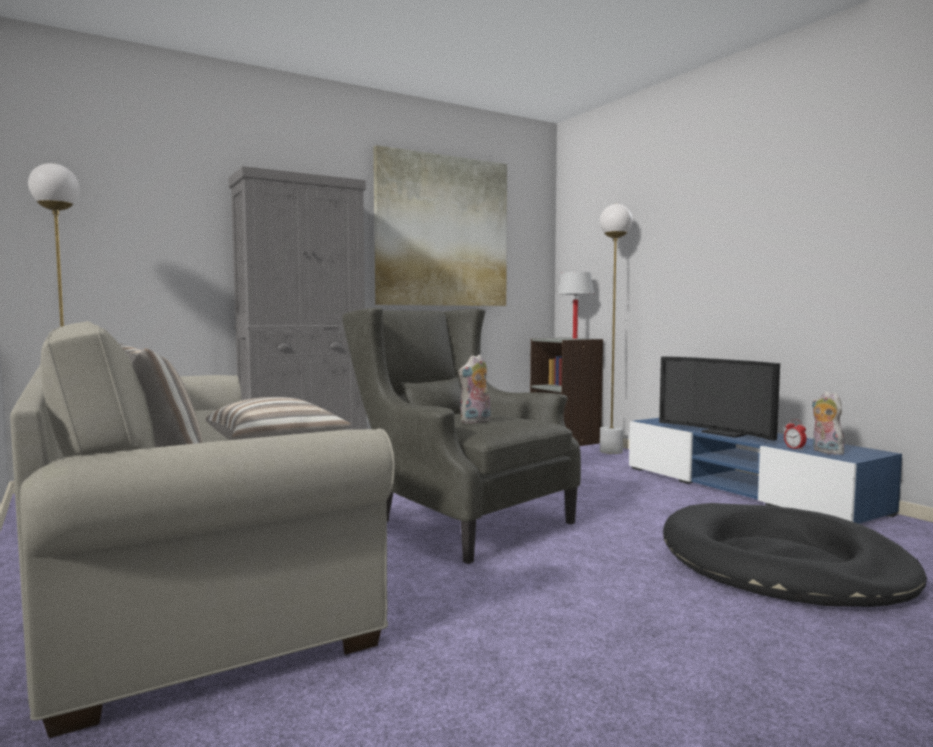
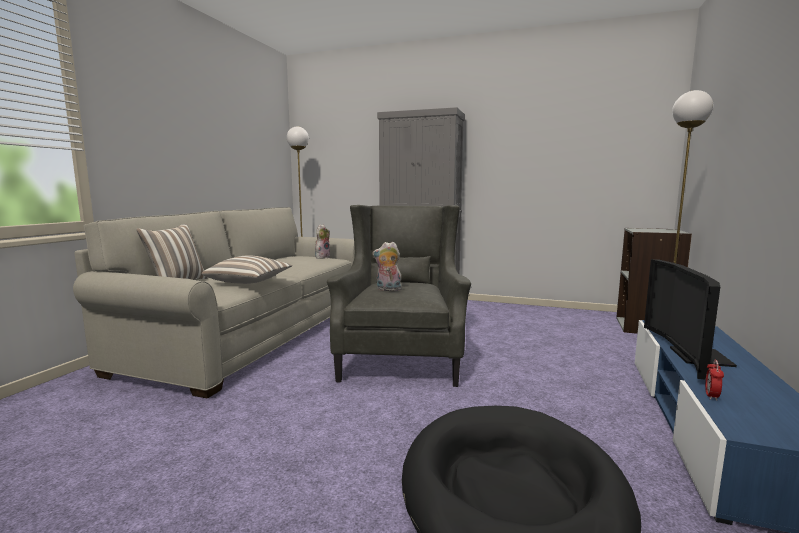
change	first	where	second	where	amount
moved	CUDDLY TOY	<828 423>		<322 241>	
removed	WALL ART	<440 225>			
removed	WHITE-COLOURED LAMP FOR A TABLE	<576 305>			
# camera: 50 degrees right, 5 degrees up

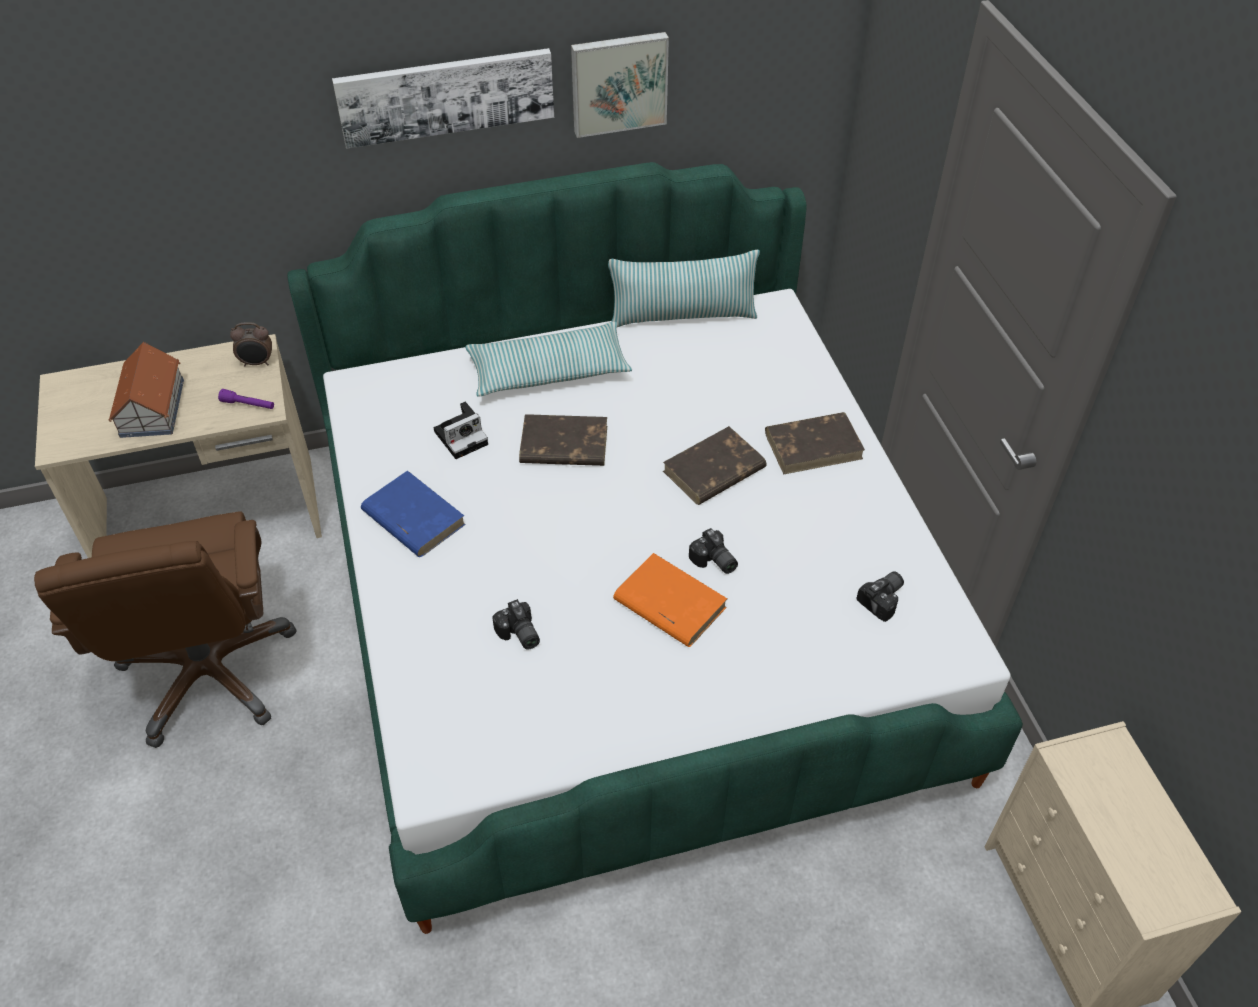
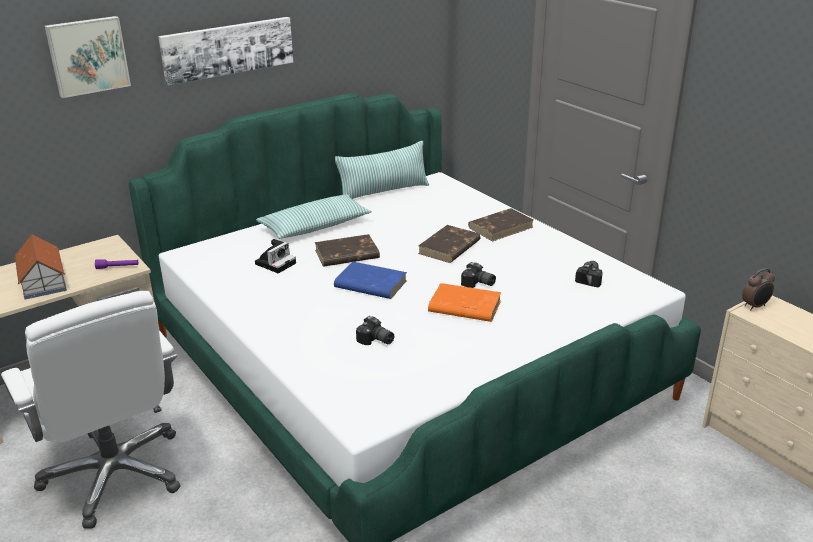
change	first	where	second	where	amount
recoloured	BROWN-COLOURED OFFICE CHAIR	<165 629>	WHITE-COLOURED OFFICE CHAIR	<91 410>	
moved	WALL ART	<620 85>		<87 57>	
moved	BLUE BOUND BOOK	<413 513>		<370 280>	
moved	ALARM CLOCK	<251 344>		<758 289>	
# camera: 20 degrees left, 20 degrees down

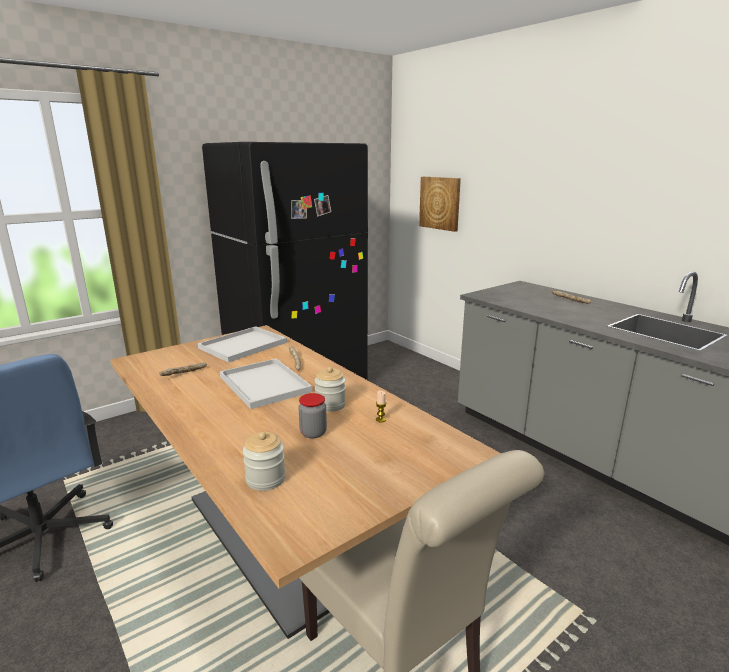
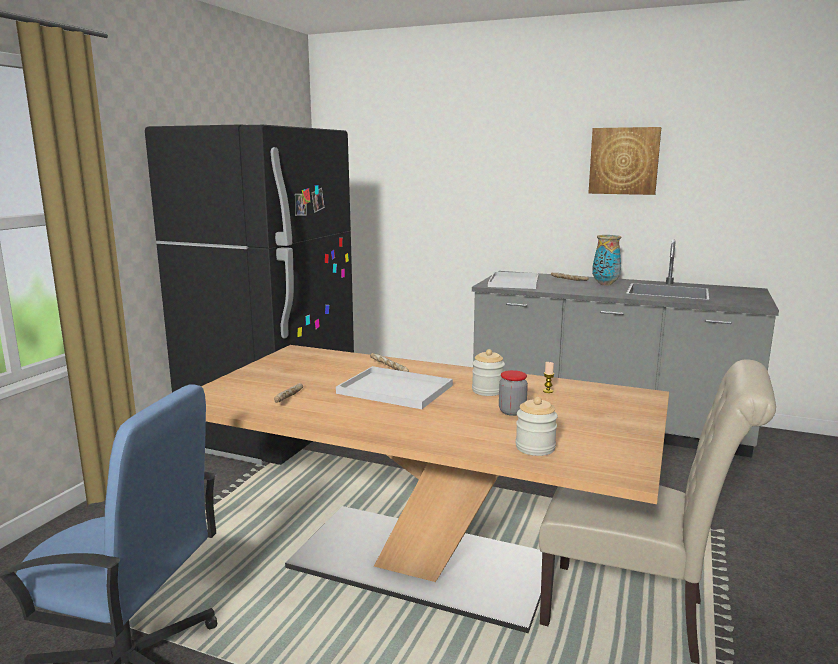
change	first	where	second	where	amount
moved	WHITE-COLOURED SERVING TRAY	<242 344>		<513 280>	
moved	WALL ART	<440 204>		<624 161>	
added			VASE	<606 260>	
# camera: 30 degrees left, 5 degrees down

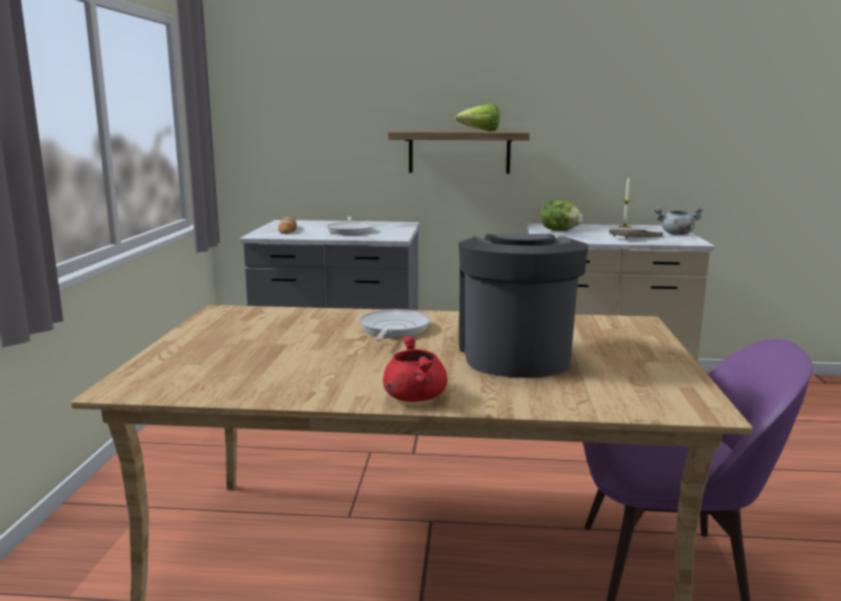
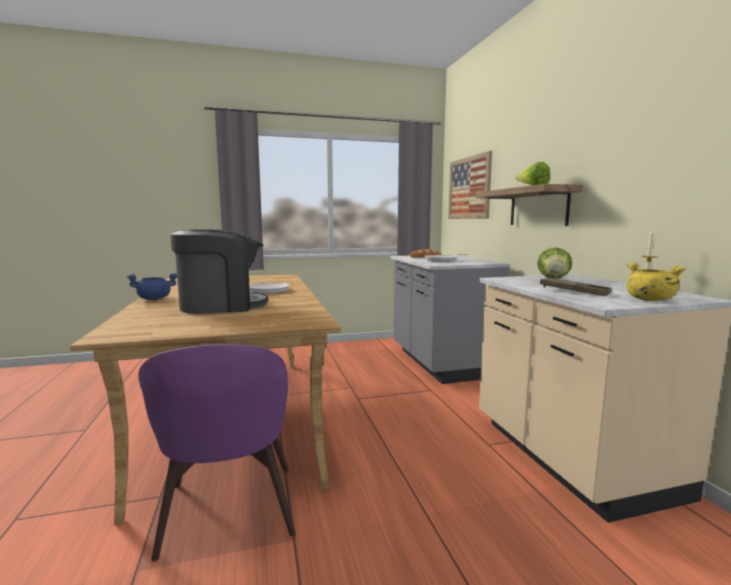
change	first	where	second	where	amount
recoloured	RED STOCKPOT	<415 369>	BLUE STOCKPOT	<152 286>	
added			WALL ART	<470 185>	
recoloured	GRAY STOCKPOT	<679 221>	YELLOWISH STOCKPOT	<656 281>	
# camera: 70 degrees right, 5 degrees down

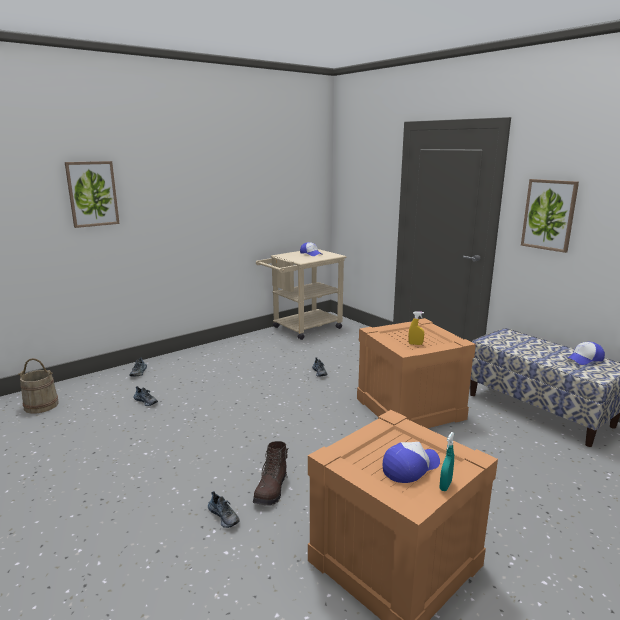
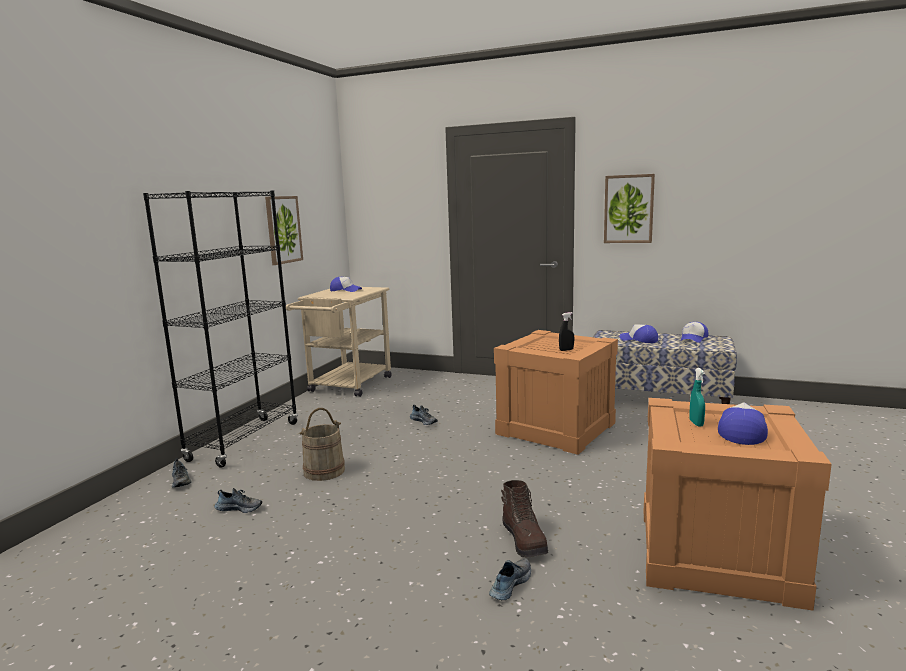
change	first	where	second	where	amount
added			BLACKISH BOOKSHELF	<220 329>	
moved	WALL ART	<92 194>		<284 230>	
moved	SAND-COLOURED BUCKET	<38 386>		<322 444>	
turned	SHOE	<224 509>		<510 579>	75 degrees counterclockwise
recoloured	YELLOWISH HAND SPRAYER	<416 328>	BLACKISH HAND SPRAYER	<566 331>	
added			PEAKED CAP	<639 333>	
moved	BLUE-GREEN HAND SPRAYER	<447 461>		<697 397>	
# camera: 30 degrees left, 5 degrees down

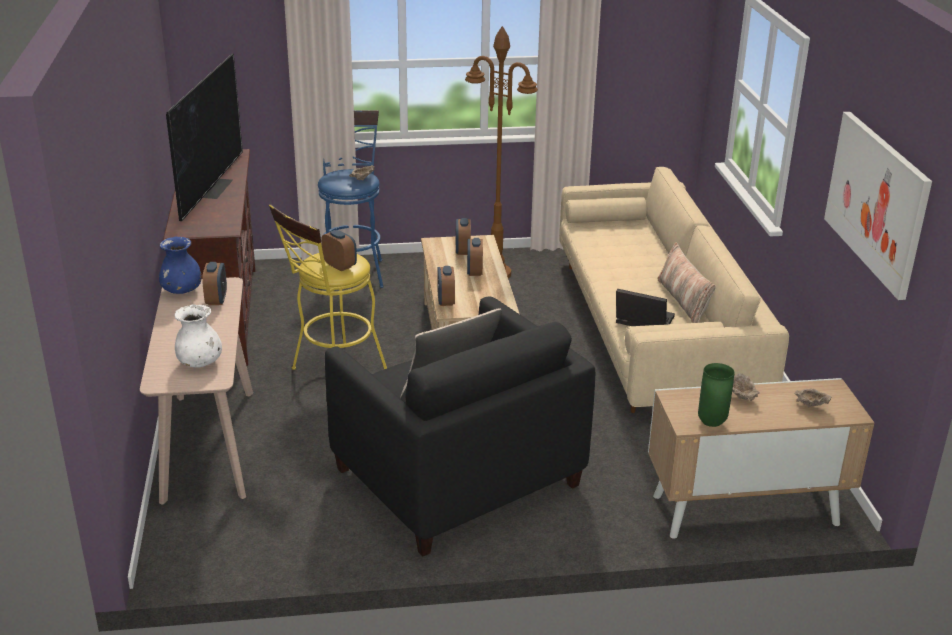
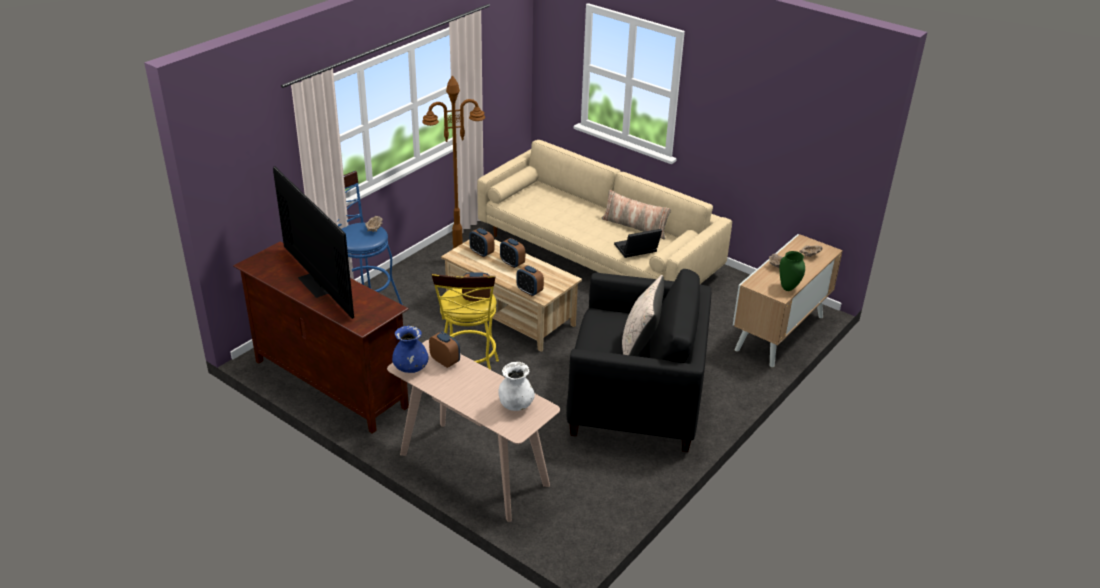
change	first	where	second	where	amount
removed	WALL ART	<878 206>			
# camera: 45 degrees left, 5 degrees up

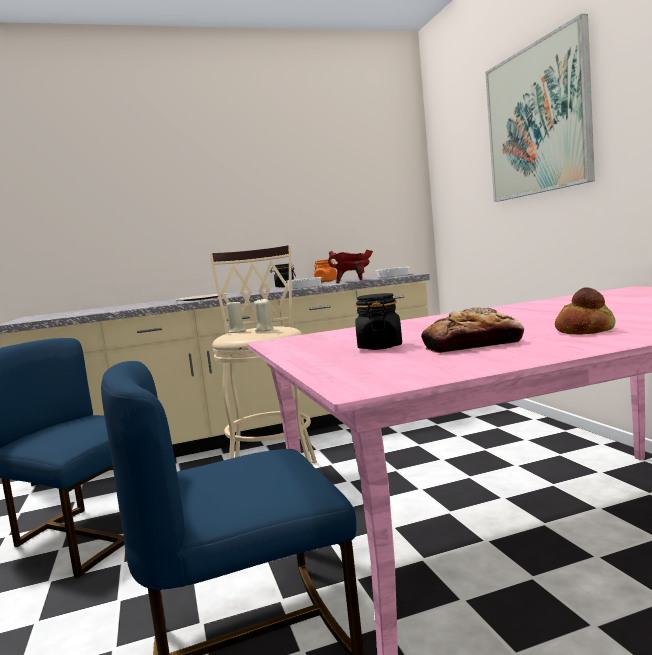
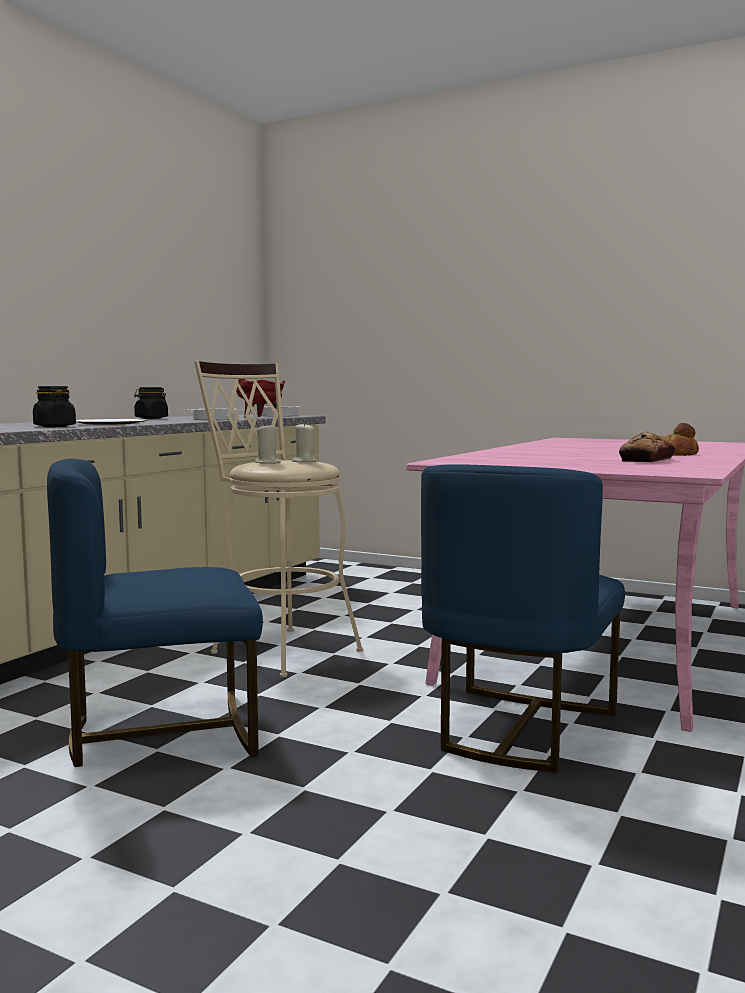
change	first	where	second	where	amount
moved	BLACKISH JAR	<378 321>		<54 406>	
removed	ORANGEY JAR	<325 270>			
removed	WALL ART	<540 108>			
# camera: 45 degrees left, 0 degrees up

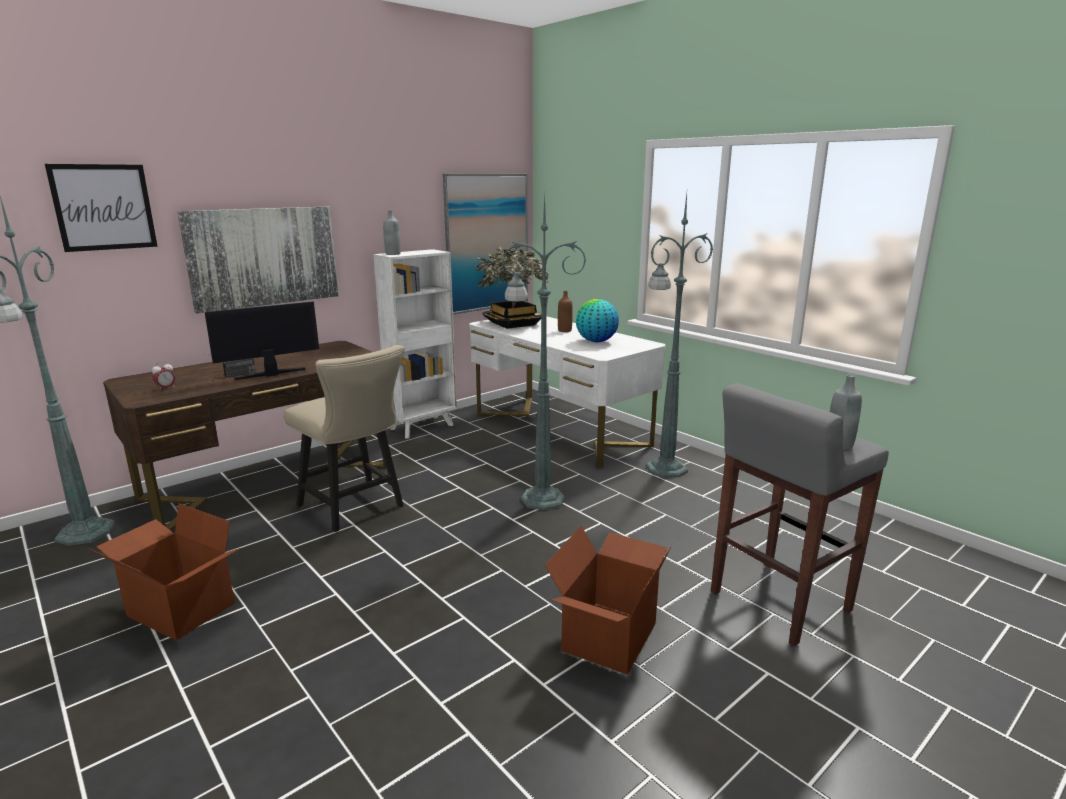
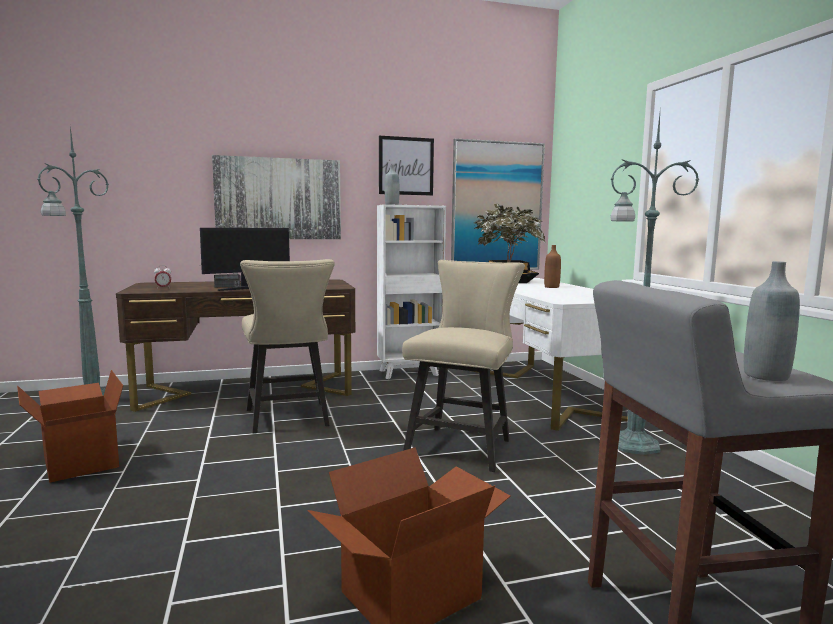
change	first	where	second	where	amount
turned	COMPUTER DISPLAY	<262 340>		<245 259>	150 degrees clockwise
moved	WALL ART	<101 208>		<406 166>	
replaced	GREENISH STANDARD LAMP	<544 352>	SAND-COLOURED CHAIR	<463 366>	
removed	DESK GLOBE	<597 320>			
# camera: 25 degrees right, 10 degrees down

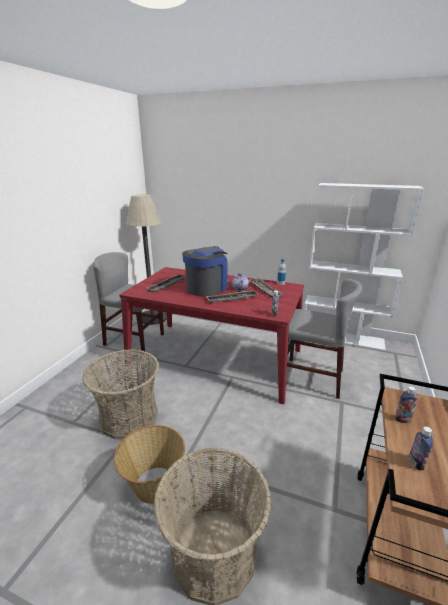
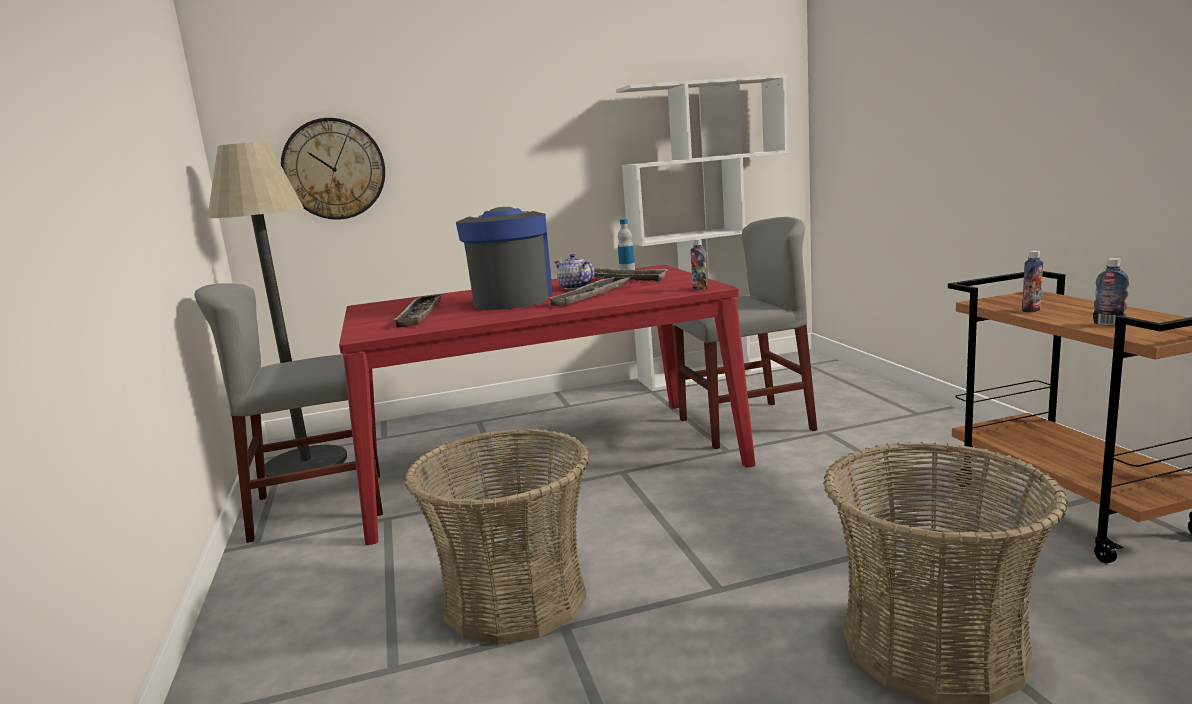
change	first	where	second	where	amount
added			HANGING CLOCK	<333 169>	
removed	HOUSEHOLD BASKET	<149 464>			
# camera: 35 degrees left, 10 degrees down

